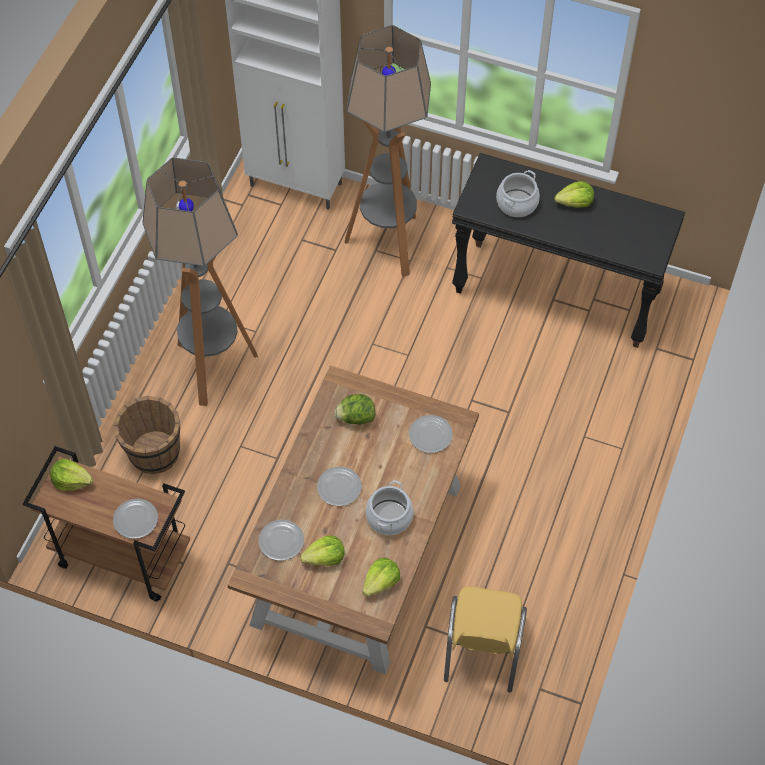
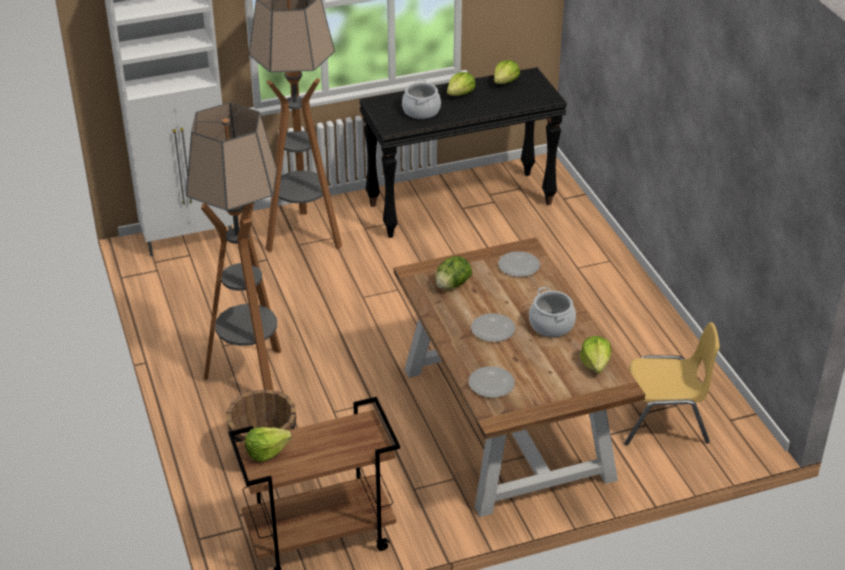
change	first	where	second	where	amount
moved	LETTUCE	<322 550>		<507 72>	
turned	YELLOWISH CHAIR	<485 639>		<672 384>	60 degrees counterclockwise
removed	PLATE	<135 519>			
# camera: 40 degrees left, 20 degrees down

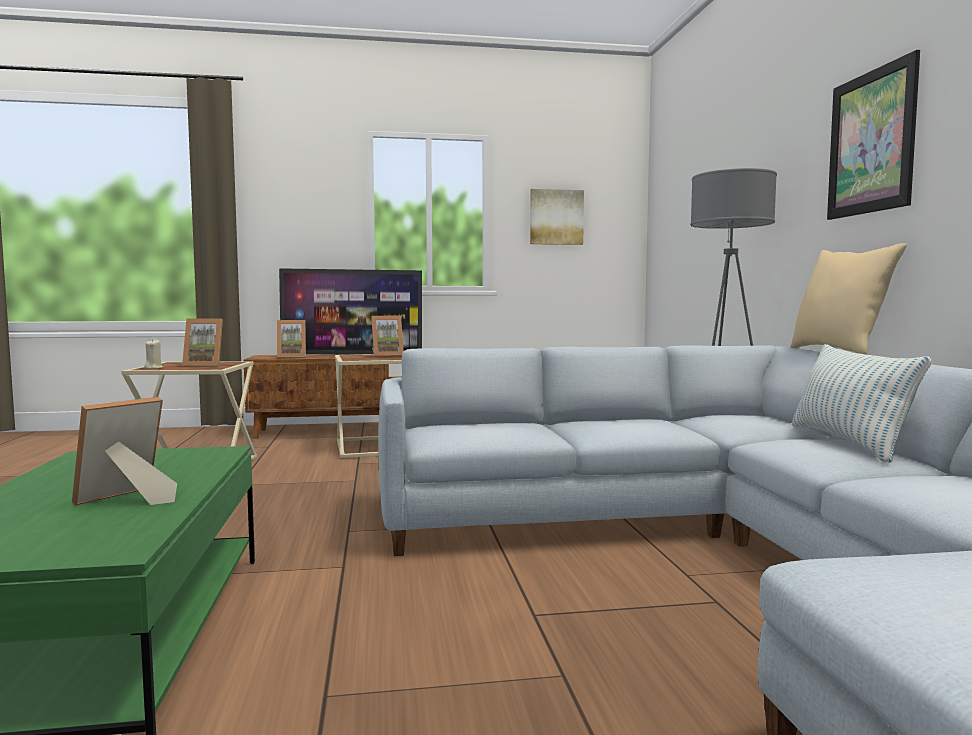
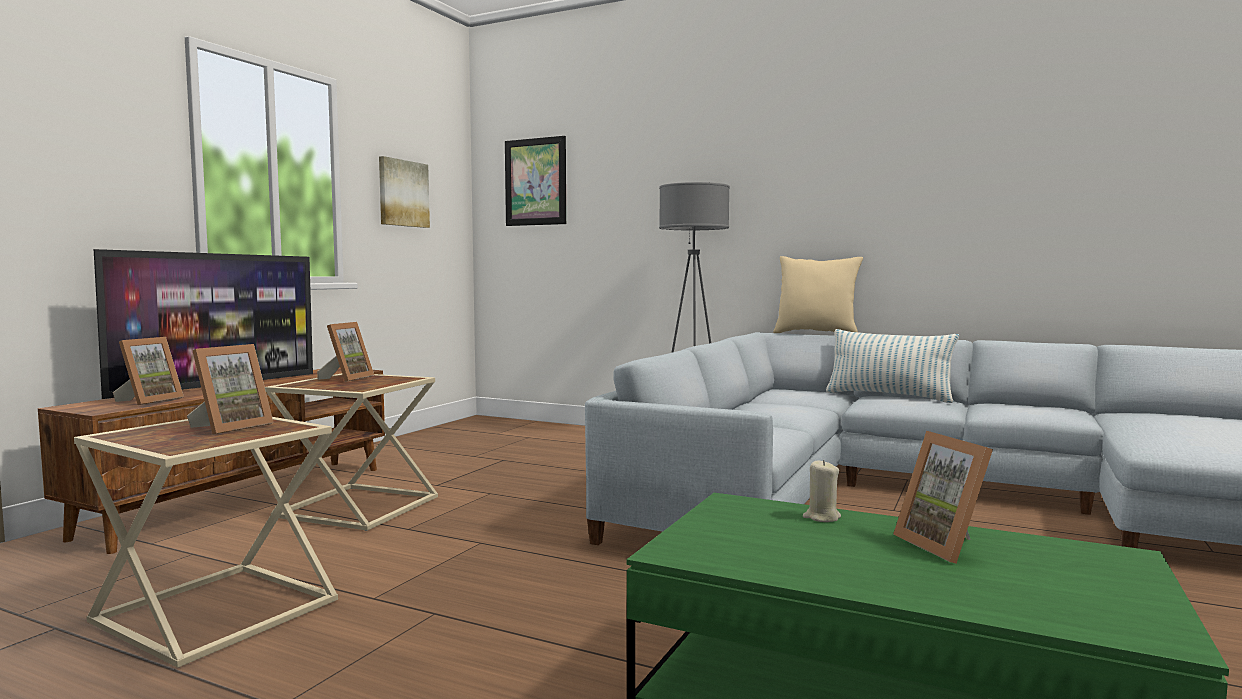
change	first	where	second	where	amount
moved	WALL ART	<873 135>		<535 181>	
moved	SAND-COLOURED WAX LIGHT	<153 354>		<822 491>	
# camera: 55 degrees left, 0 degrees up

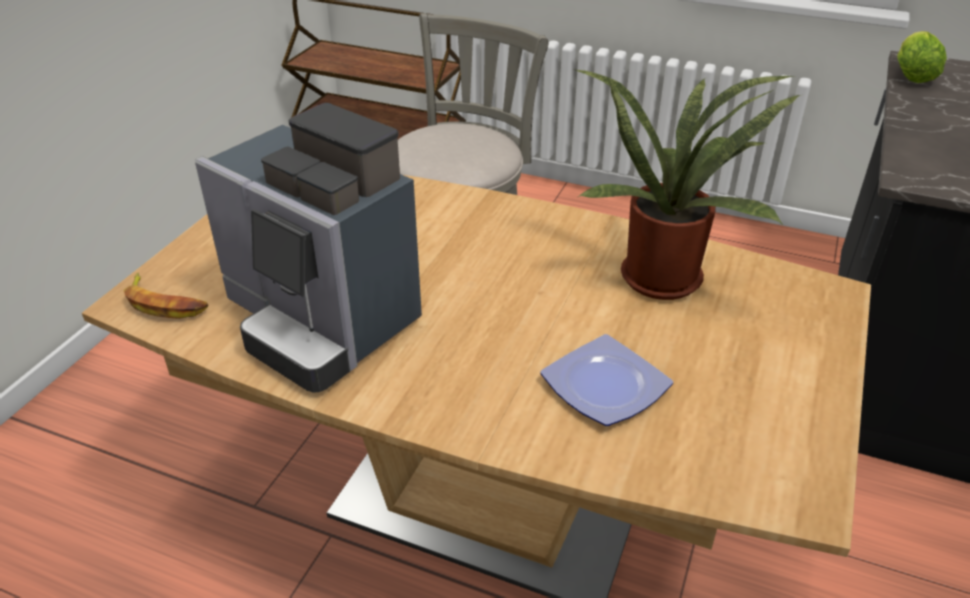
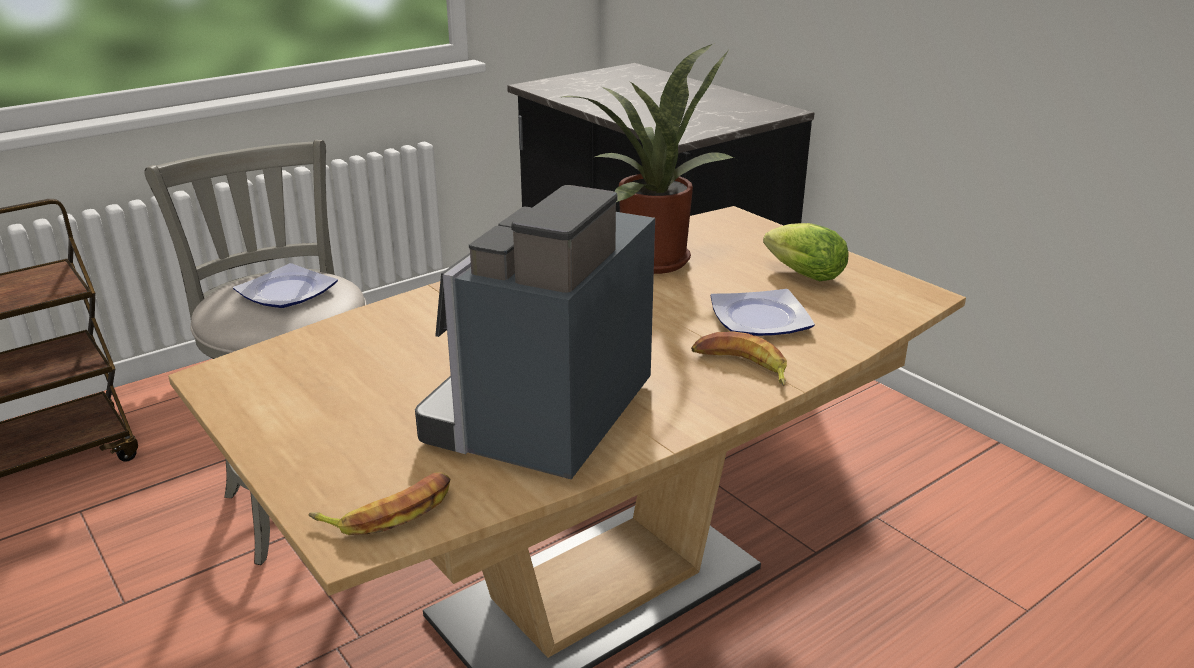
change	first	where	second	where	amount
added			PLATE	<285 285>	
turned	COFFEE BREWER	<308 248>		<535 332>	135 degrees clockwise
added			WHOLE BANANA	<739 358>	
moved	LETTUCE	<922 57>		<805 252>	
# camera: 60 degrees left, 10 degrees down

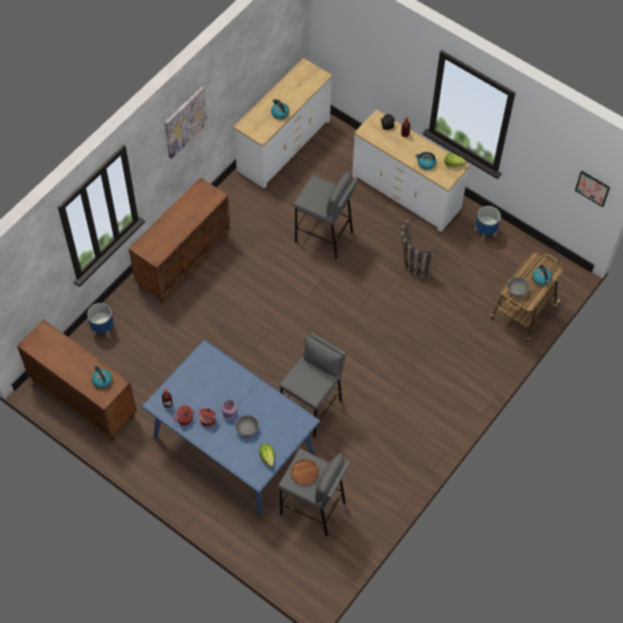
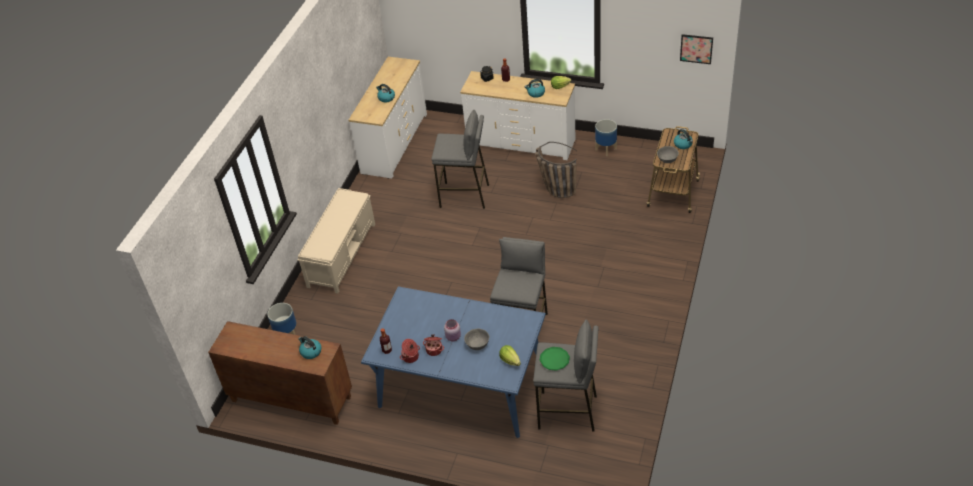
change	first	where	second	where	amount
replaced	BROWN-COLOURED CABINET	<180 240>	SAND-COLOURED INDOOR BENCH	<336 241>	
recoloured	BROWN-COLOURED PLATE	<305 472>	GREENISH PLATE	<555 359>	
removed	WALL ART	<186 123>			
# camera: 15 degrees left, 15 degrees down

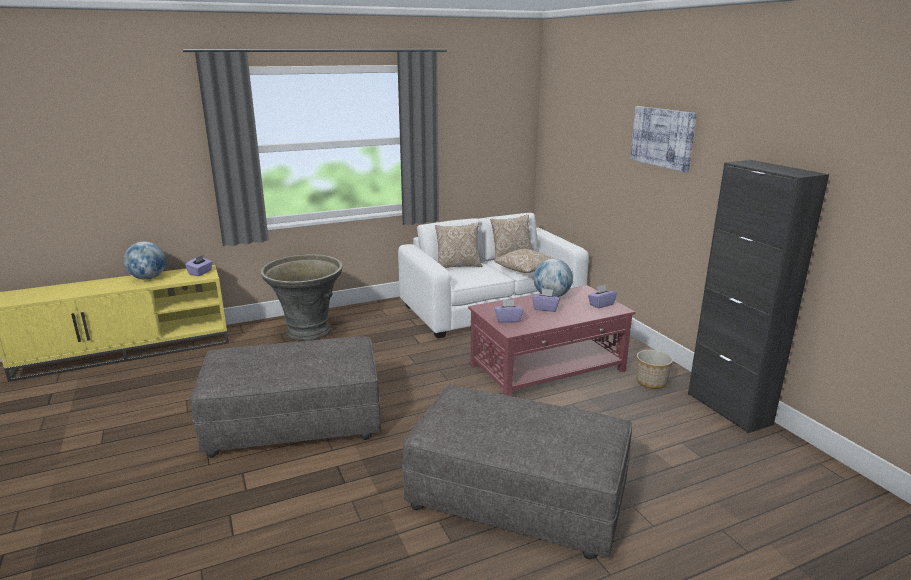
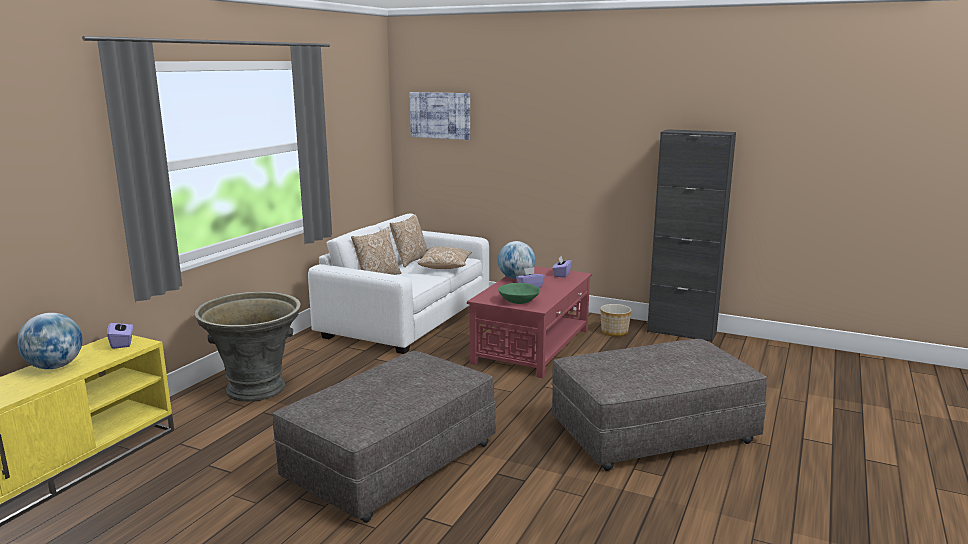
change	first	where	second	where	amount
moved	WALL ART	<663 139>		<440 116>	
replaced	PURPLE-COLOURED BOX OF TISSUES	<508 311>	GREENISH BOWL	<519 293>	
# camera: 40 degrees left, 5 degrees down

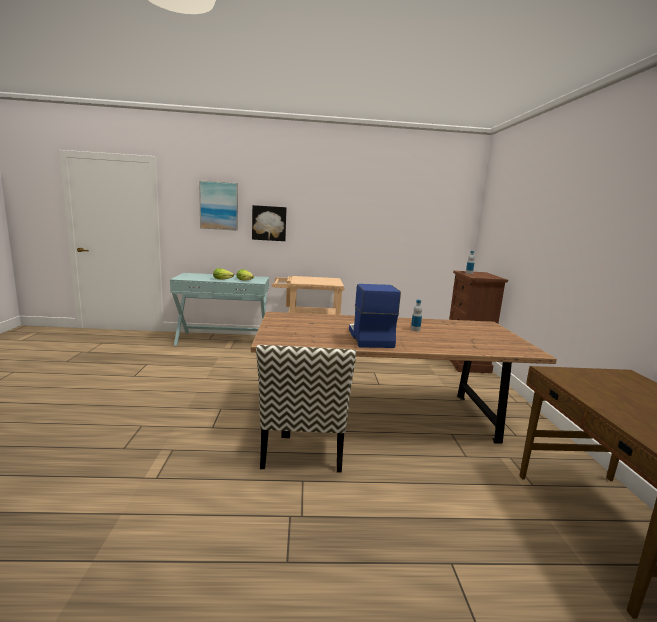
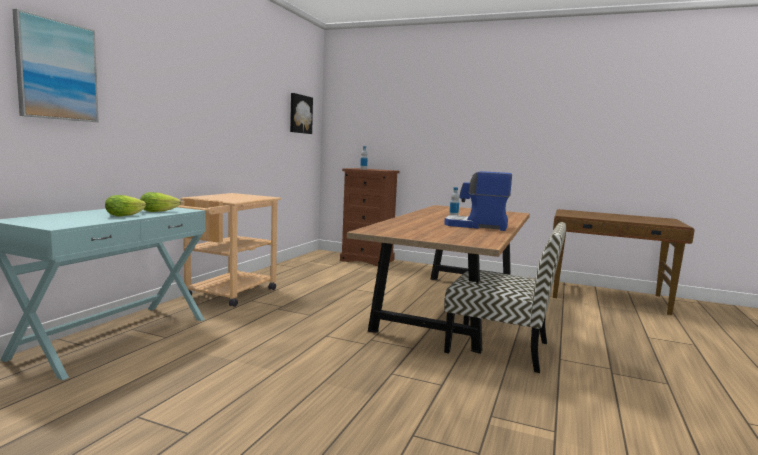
change	first	where	second	where	amount
moved	WALL ART	<269 223>		<301 113>	
# camera: 65 degrees left, 5 degrees down

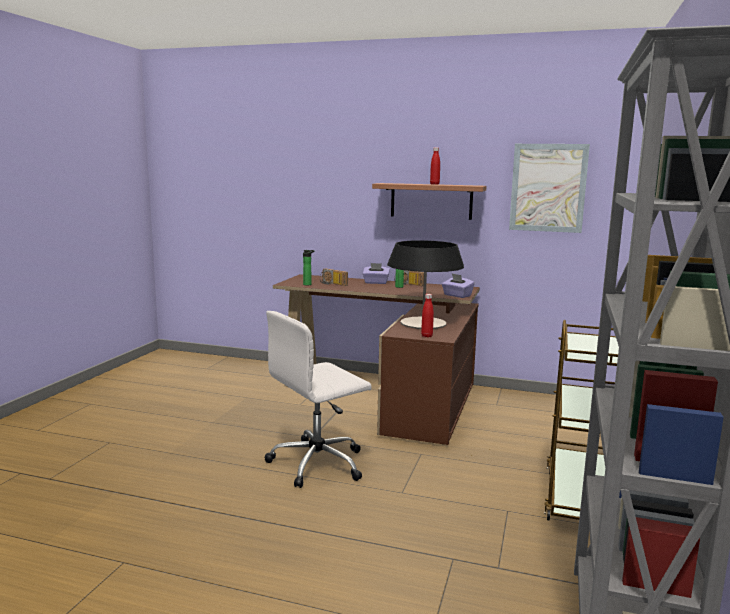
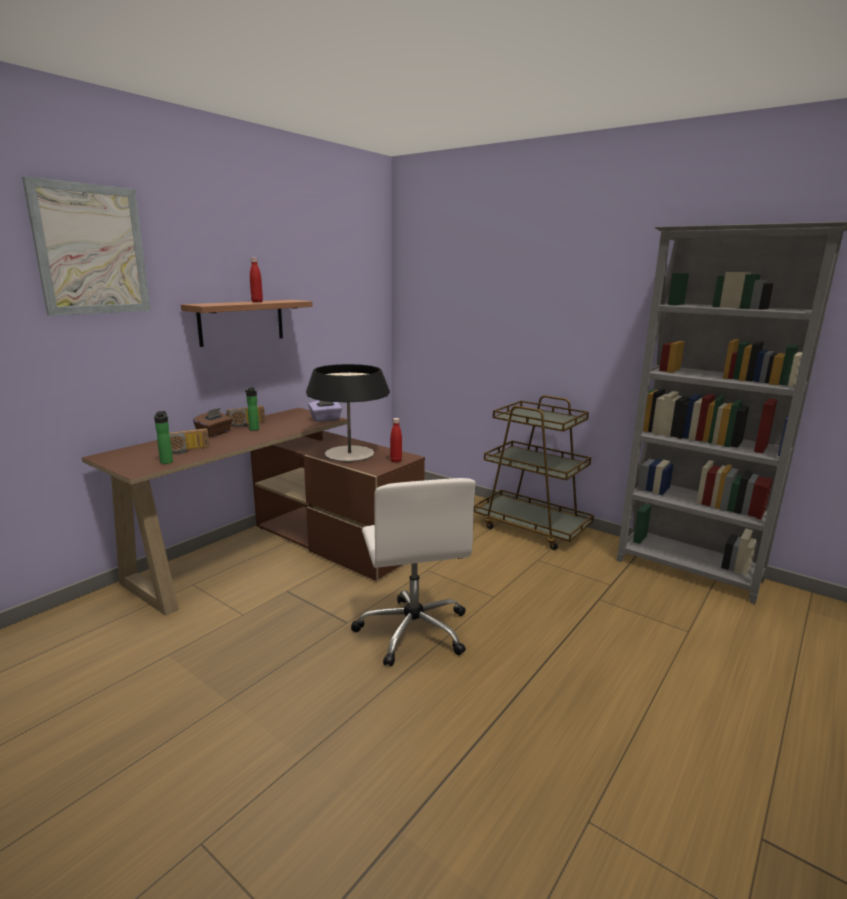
change	first	where	second	where	amount
moved	WALL ART	<549 188>		<86 246>	
recoloured	PURPLE-COLOURED BOX OF TISSUES	<376 273>	BROWN-COLOURED BOX OF TISSUES	<213 422>	
# camera: 70 degrees left, 5 degrees up

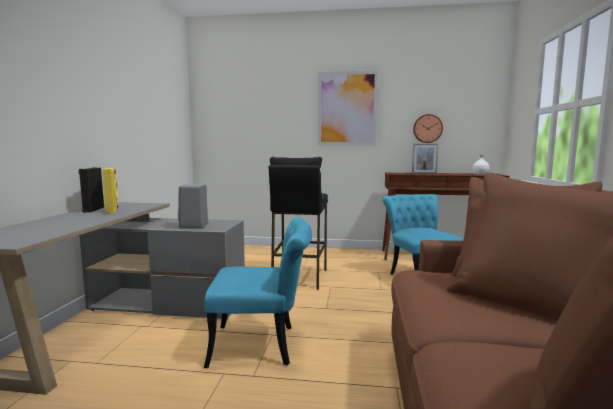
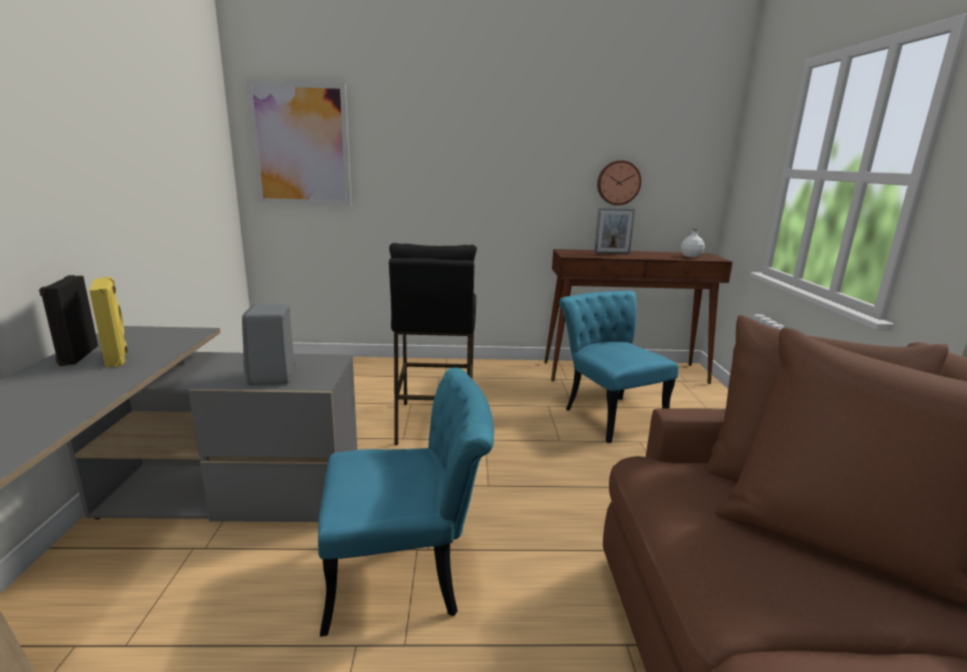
change	first	where	second	where	amount
moved	WALL ART	<348 108>		<299 142>	
# camera: 10 degrees left, 10 degrees up

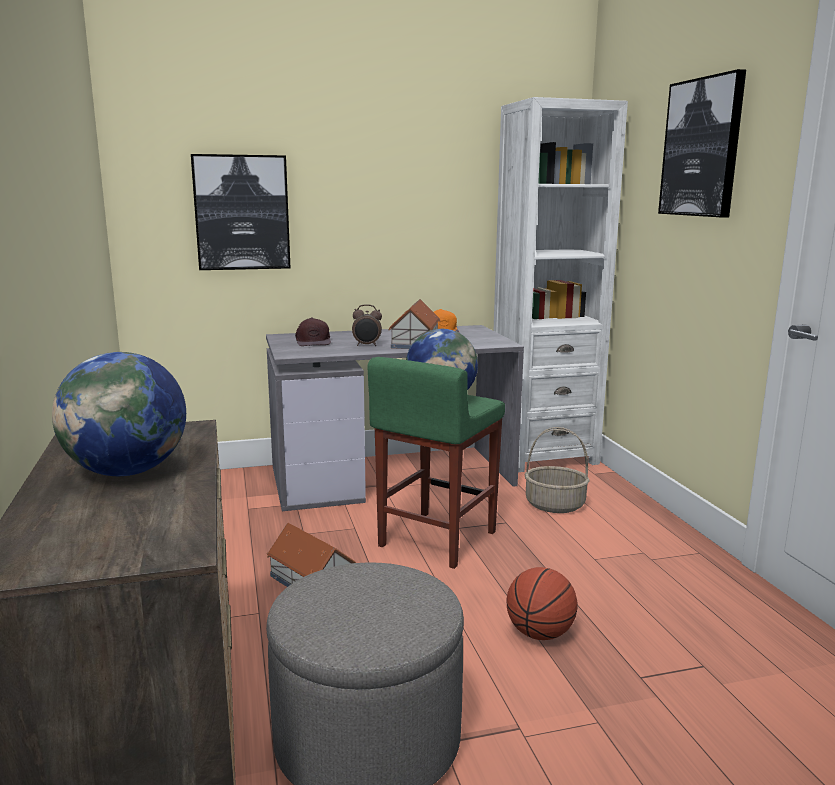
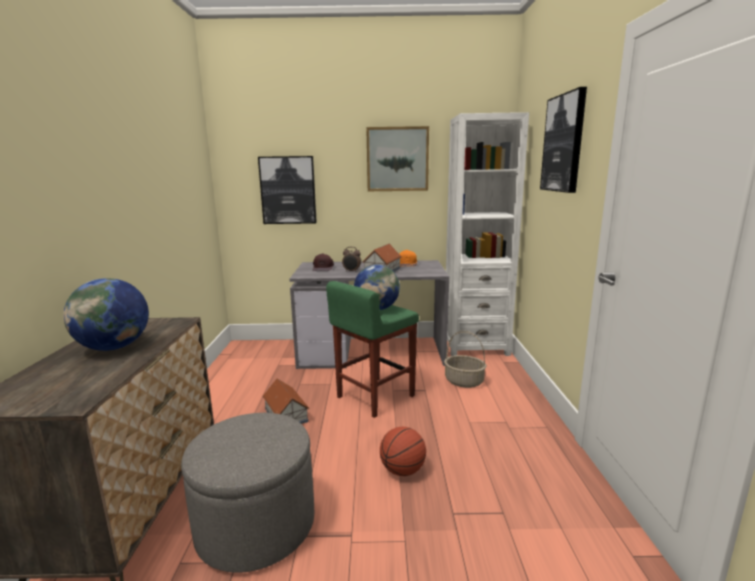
change	first	where	second	where	amount
added			WALL ART	<397 158>	
# camera: 15 degrees right, 0 degrees up

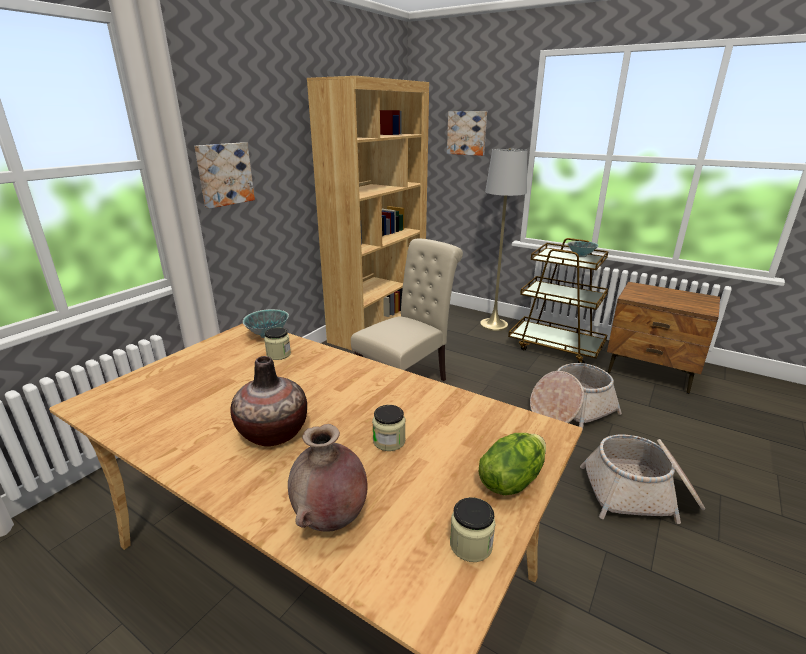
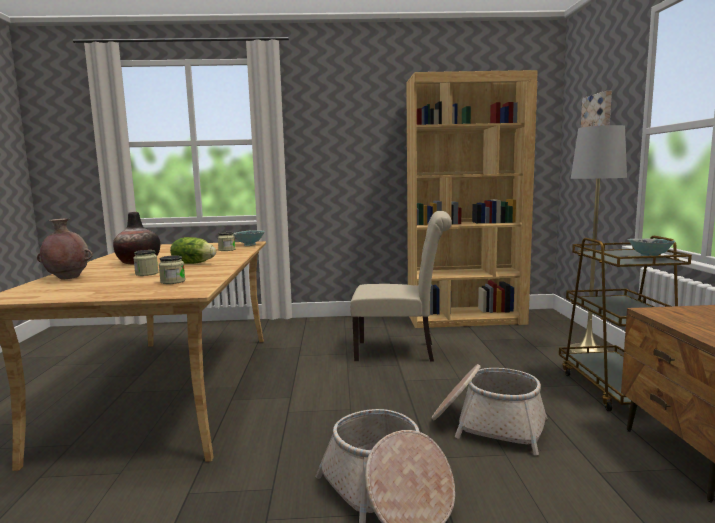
change	first	where	second	where	amount
moved	JAR	<472 529>		<172 269>	
moved	LETTUCE	<512 464>		<193 250>	
removed	WALL ART	<224 175>			
# camera: 55 degrees right, 15 degrees down

